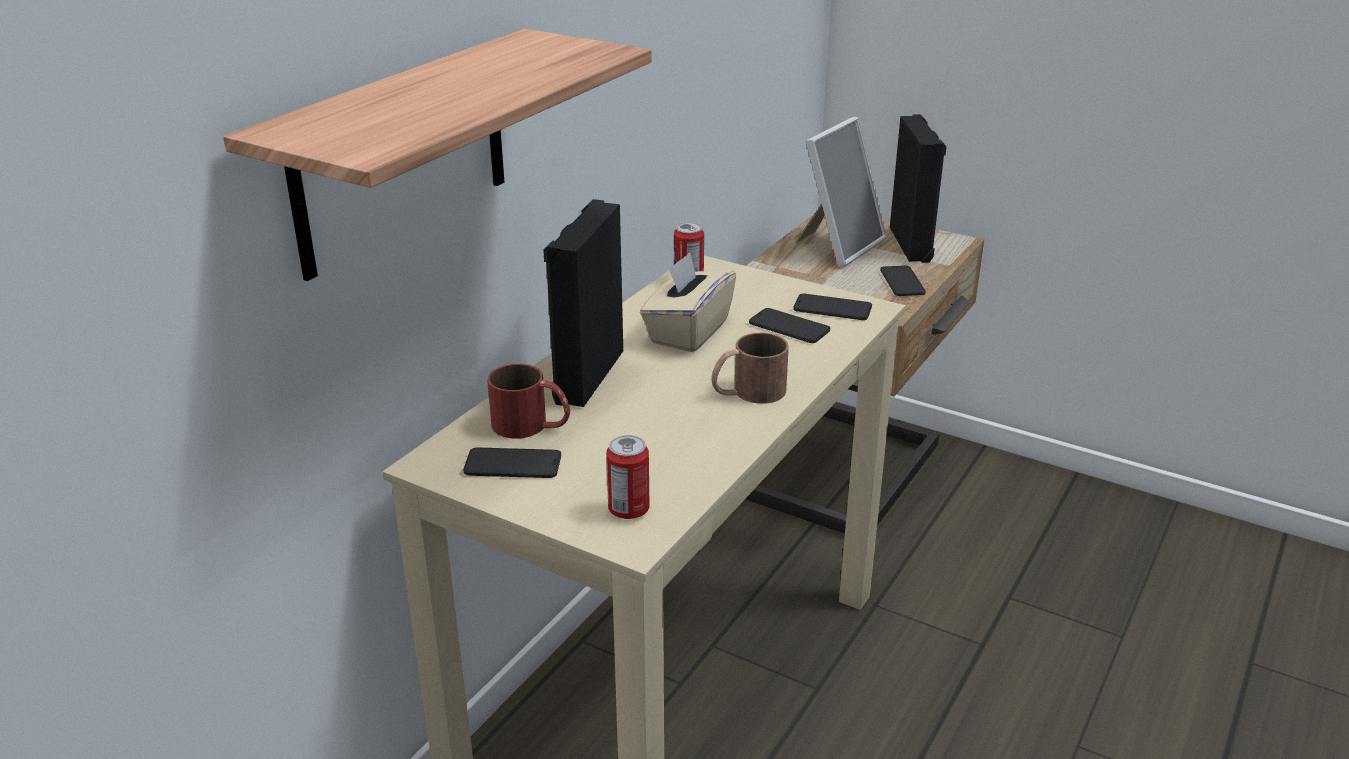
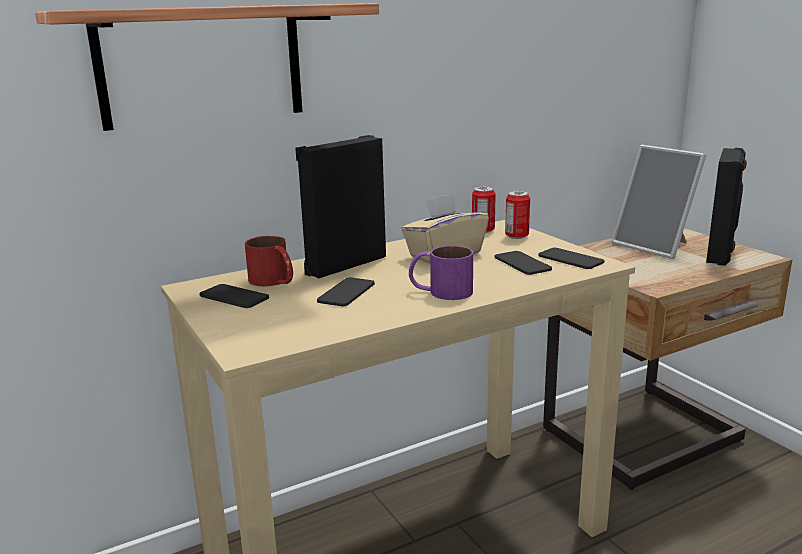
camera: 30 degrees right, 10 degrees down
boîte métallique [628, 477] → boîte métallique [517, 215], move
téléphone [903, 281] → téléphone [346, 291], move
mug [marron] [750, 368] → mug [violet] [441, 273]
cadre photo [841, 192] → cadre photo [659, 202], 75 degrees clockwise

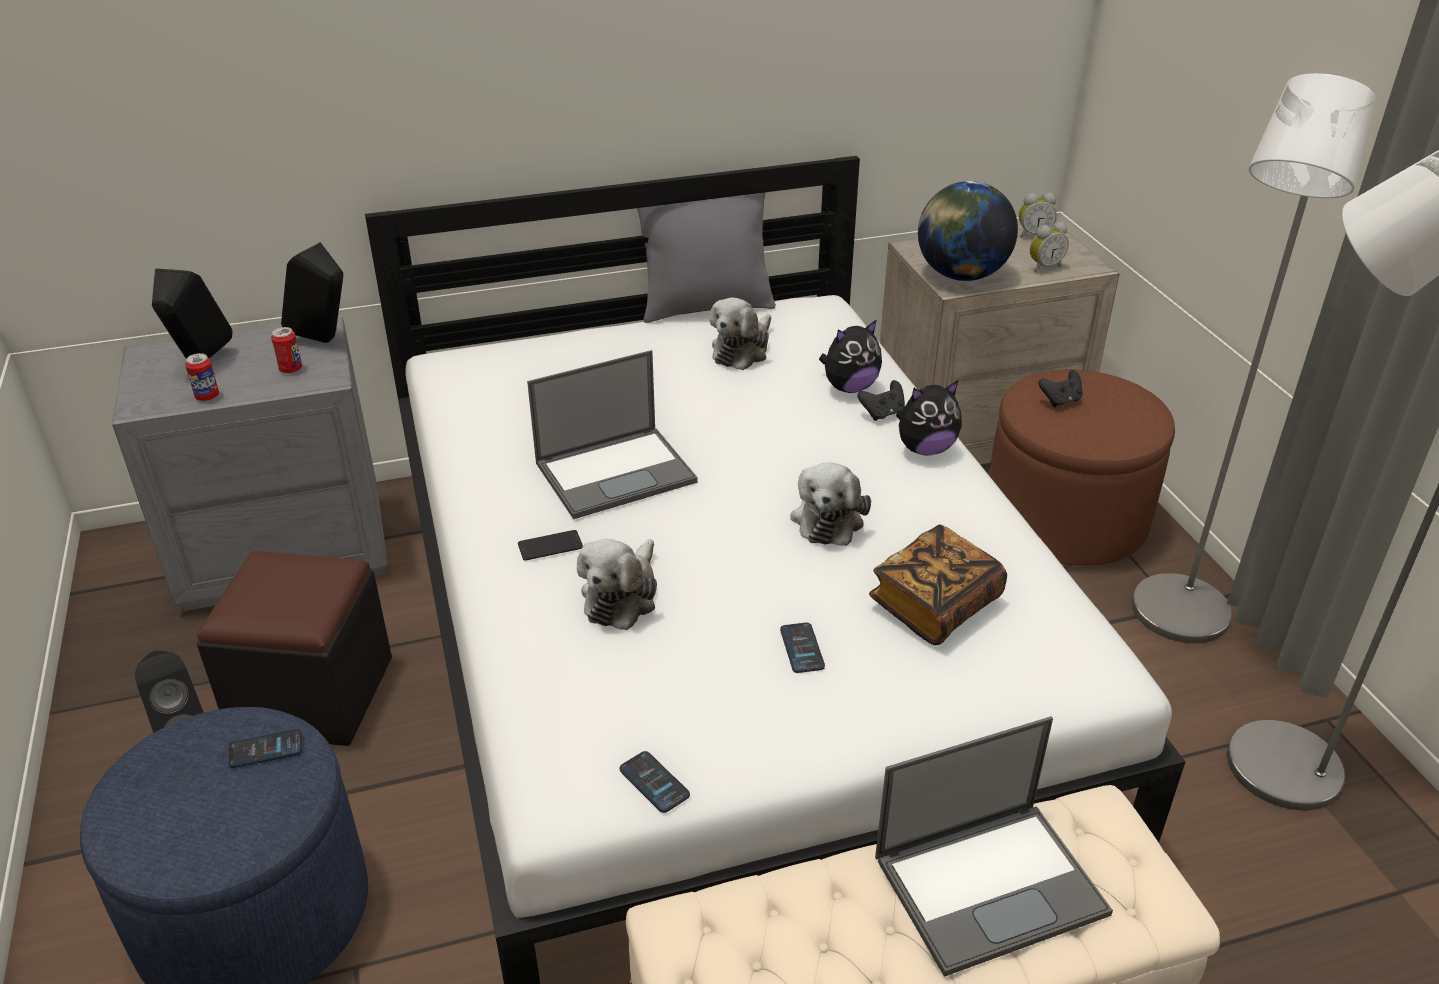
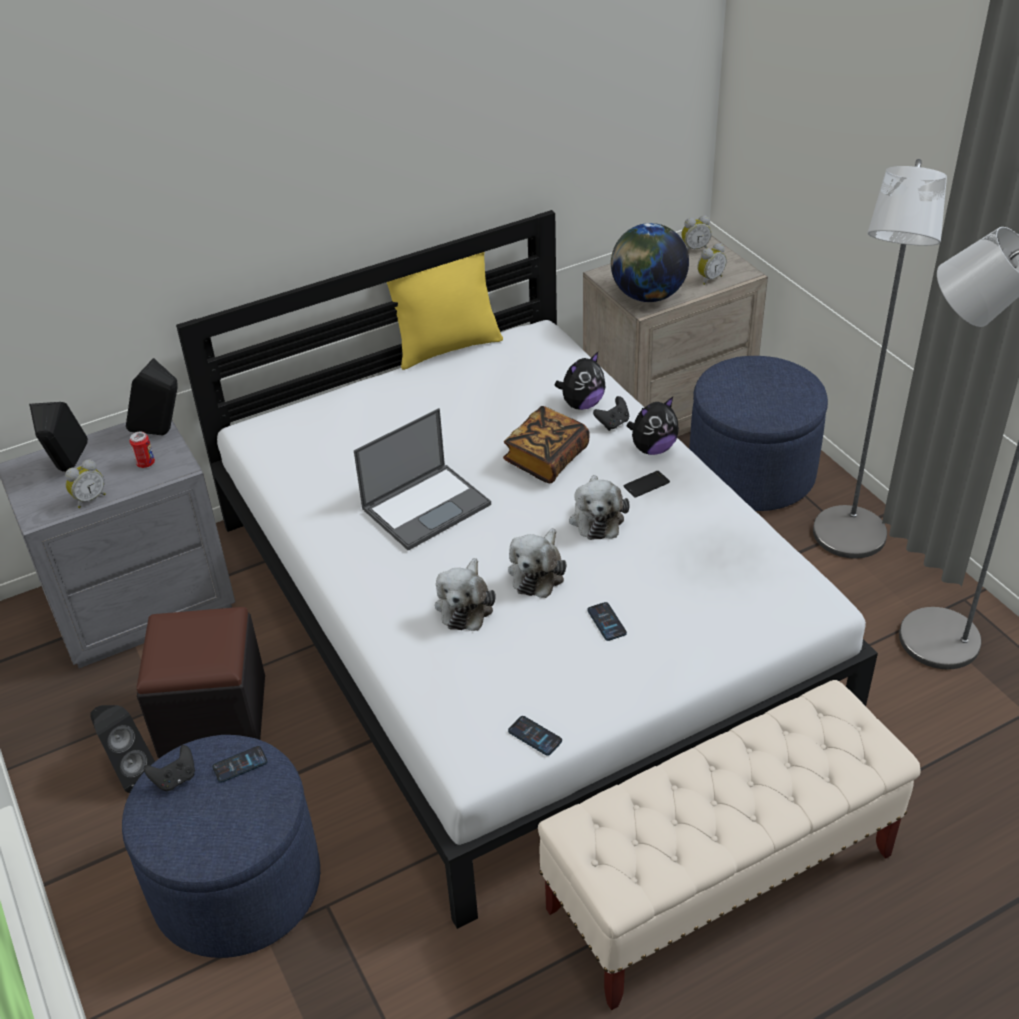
camera: 10 degrees left, 5 degrees up
ordinateur portable [994, 846] → -
téléphone [550, 545] → téléphone [647, 484], move
peluche [740, 334] → peluche [537, 563], move
livre [938, 584] → livre [546, 444], move
manette [noir] [1060, 388] → manette [noir] [169, 768], move
boîte métallique [202, 377] → réveil [85, 483]
coussin [gris] [706, 257] → coussin [jaune] [444, 311]
pouf [marron] [1082, 467] → pouf [bleu] [758, 433]

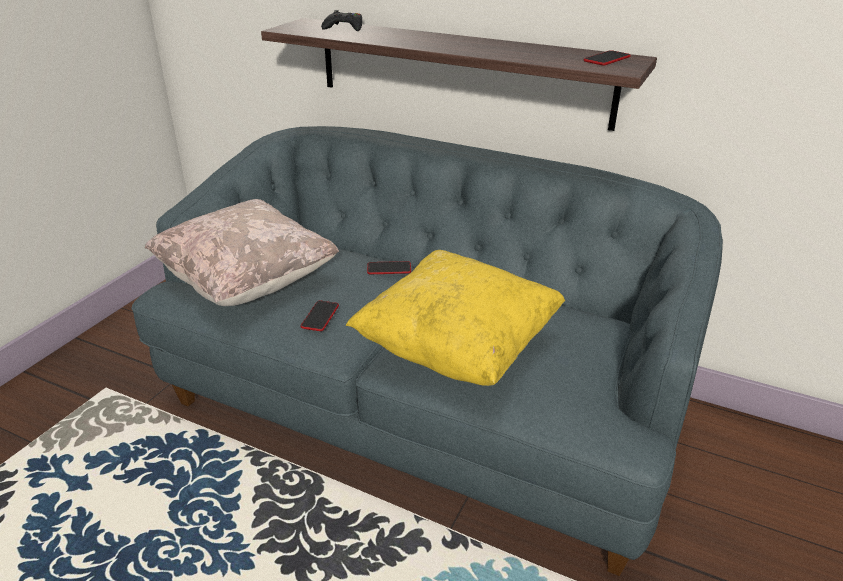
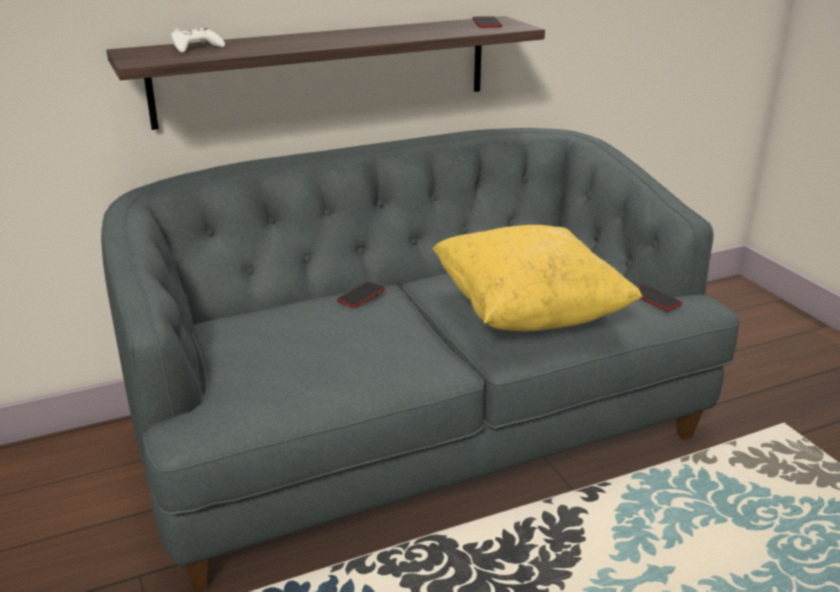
camera: 50 degrees left, 5 degrees down
coussin [beige] [242, 252] → -
téléphone [320, 315] → téléphone [659, 298], move
manette [noir] [341, 20] → manette [blanc] [198, 40]

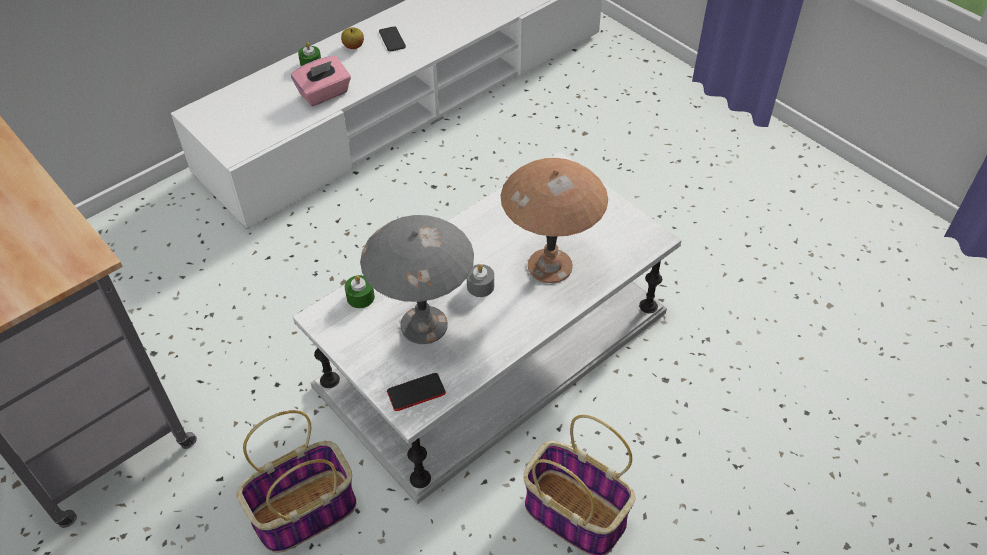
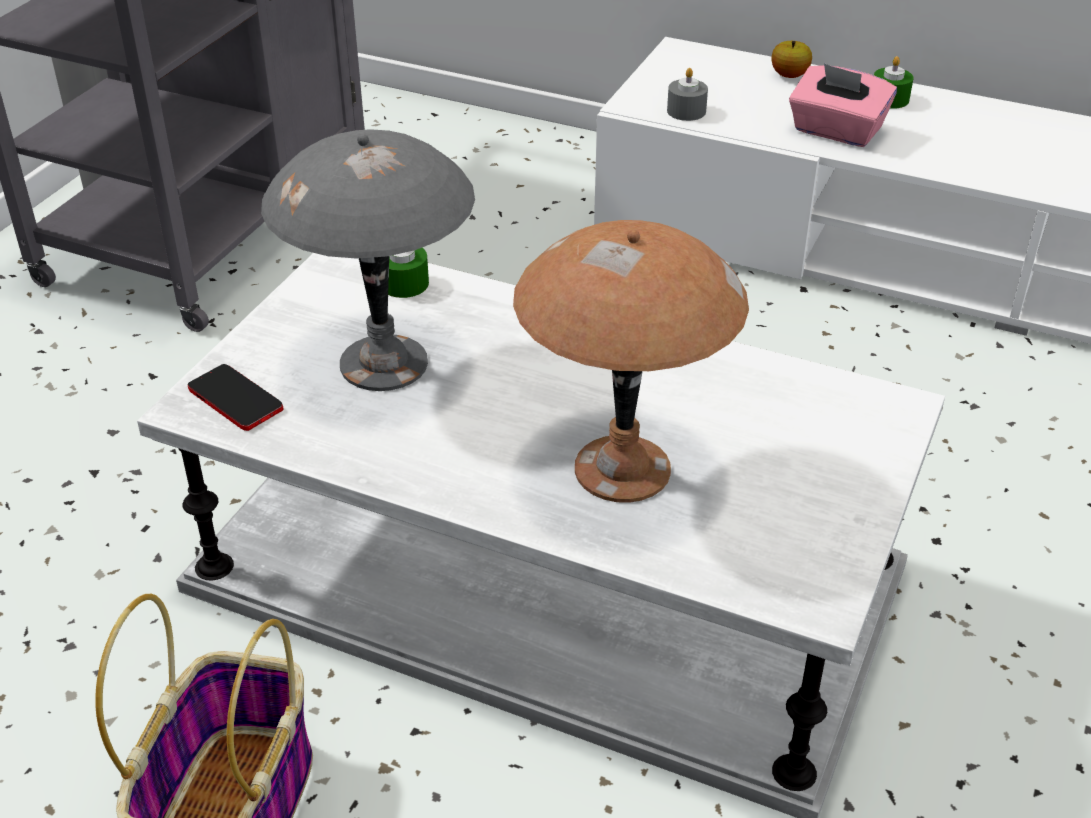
camera: 65 degrees right, 10 degrees down
panier [296, 481] → -
téléphone [392, 39] → -
pomme [352, 38] → pomme [791, 59], move
bougie [gris] [480, 280] → bougie [gris] [687, 94], move

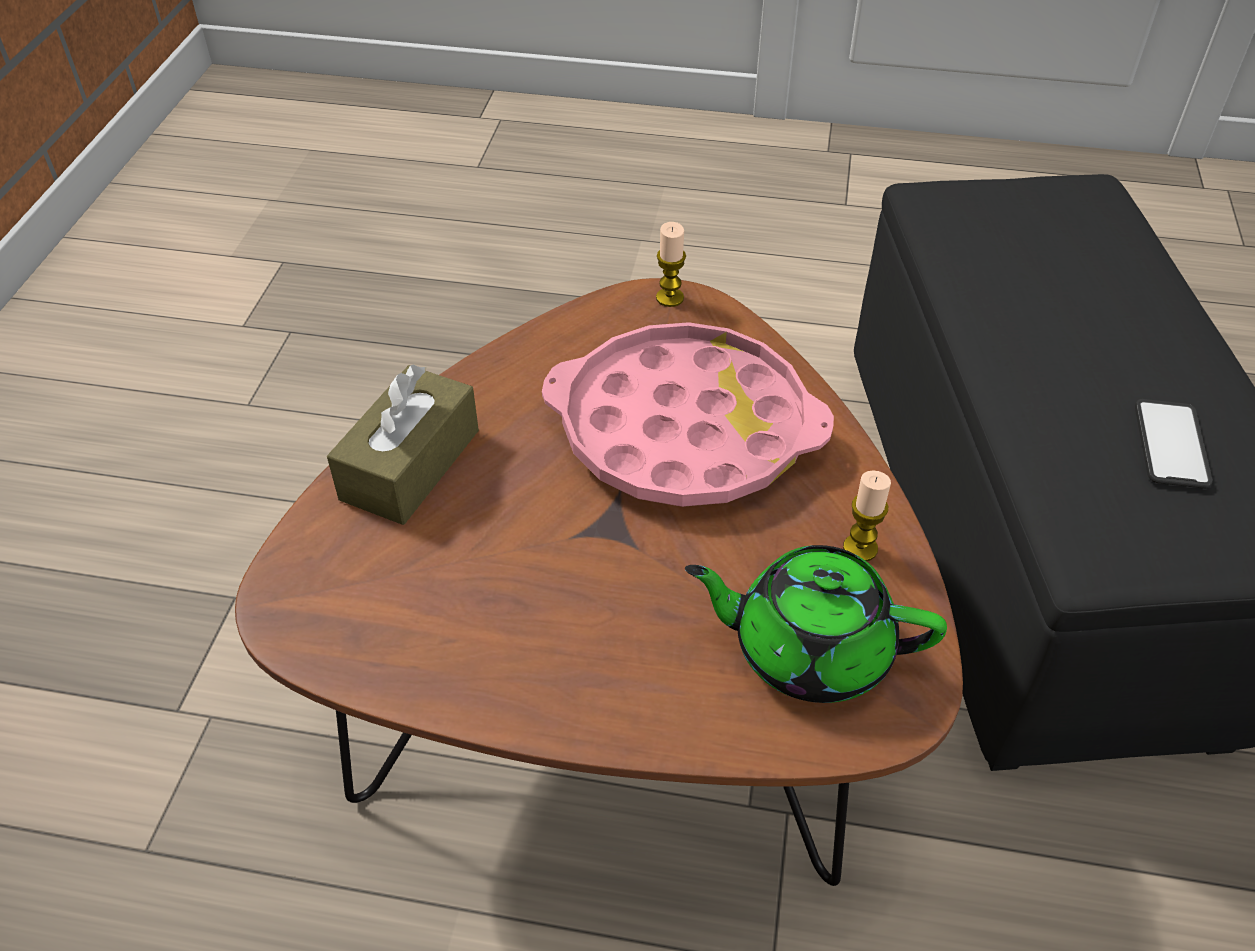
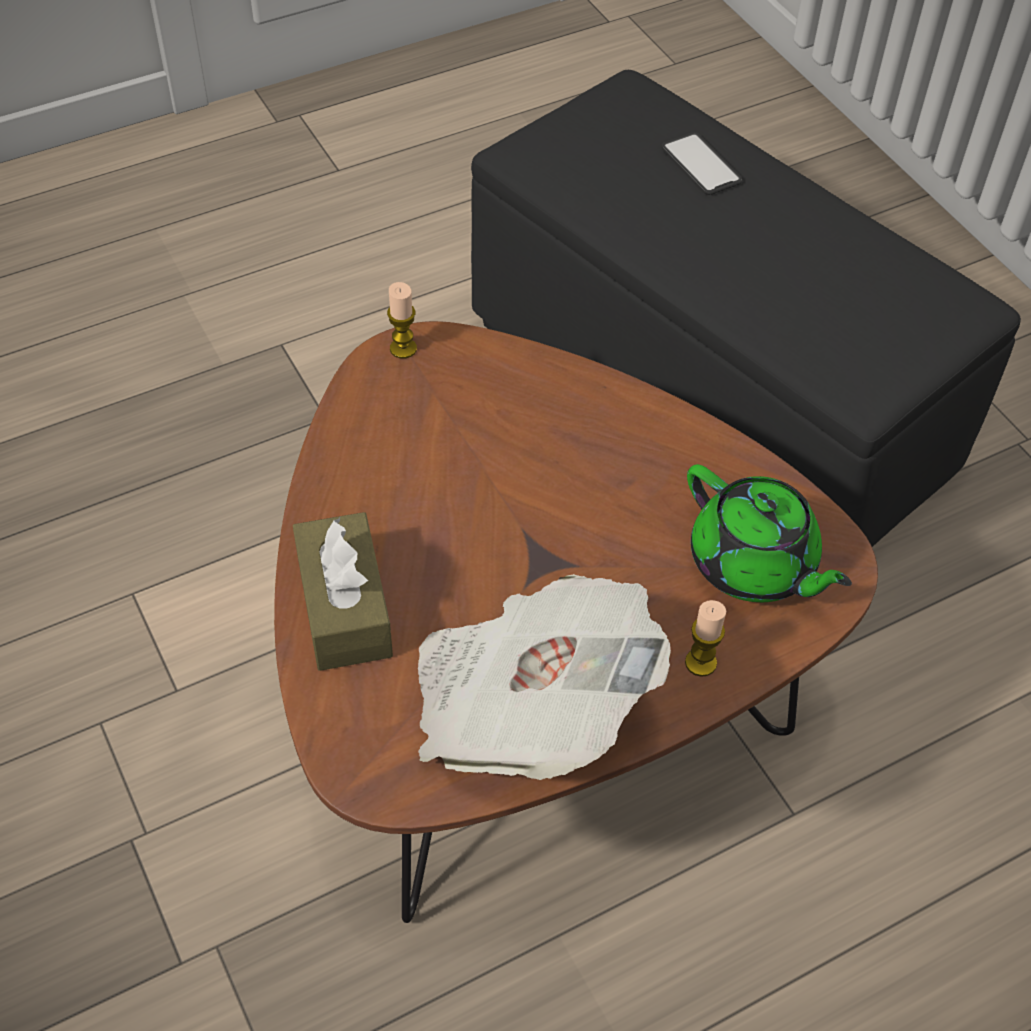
camera: 40 degrees left, 5 degrees up
plateau [rose] [688, 414] → -
- → journal [544, 677]
bougie [867, 515] → bougie [705, 638], move
téléphone [1174, 444] → téléphone [701, 163], move
théière [vert] [816, 624] → théière [vert] [769, 533], 105 degrees counterclockwise

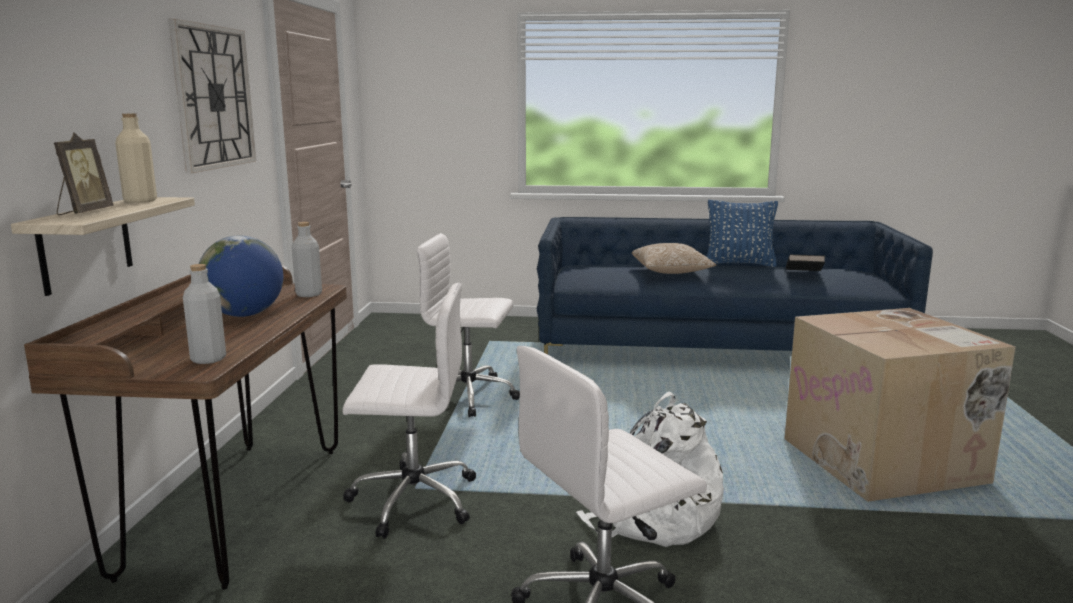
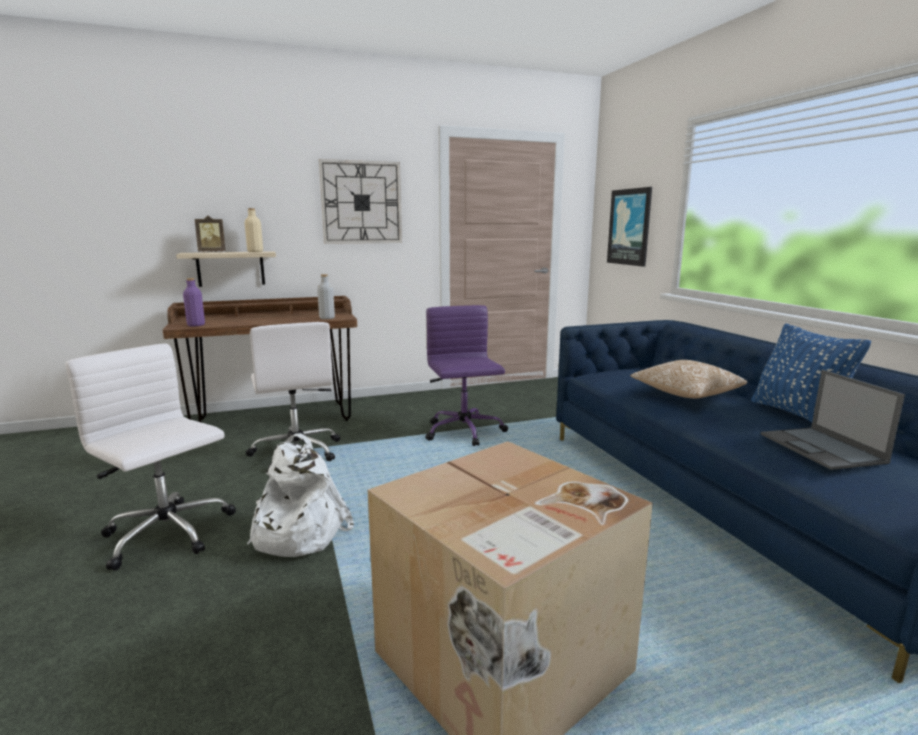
camera: 65 degrees right, 0 degrees up
globe [241, 276] → -
- → tableau [629, 227]
livre [noir] [805, 262] → ordinateur portable [833, 420]
bouteille [gris] [204, 314] → bouteille [violet] [194, 302]
chaise de bureau [blanc] [468, 325] → chaise de bureau [violet] [466, 375]

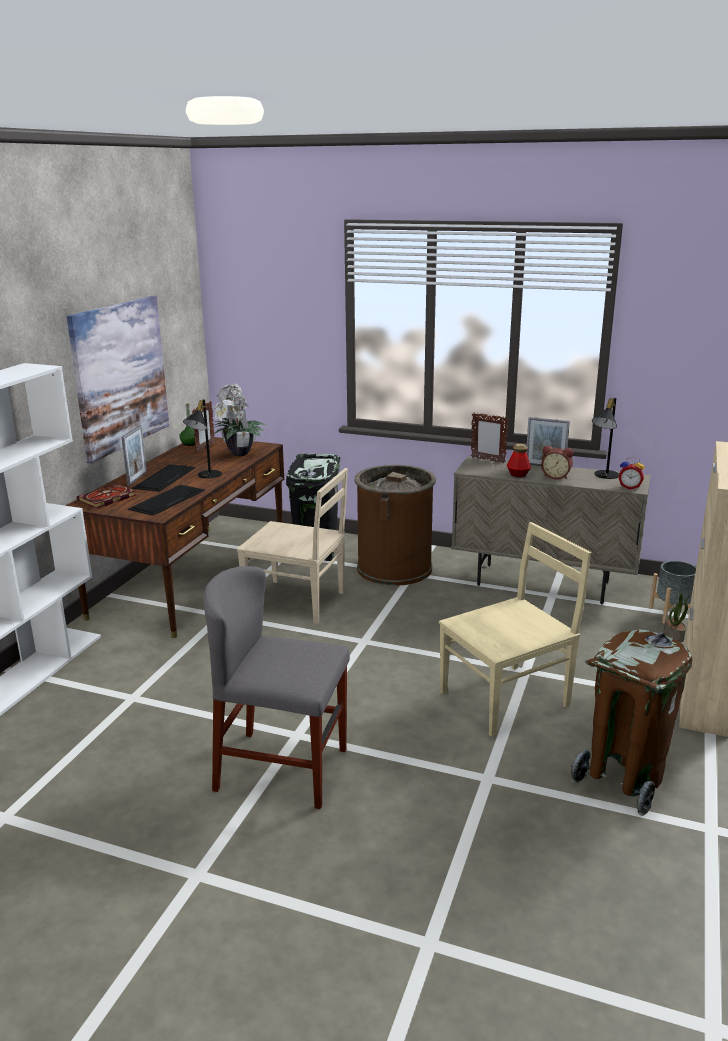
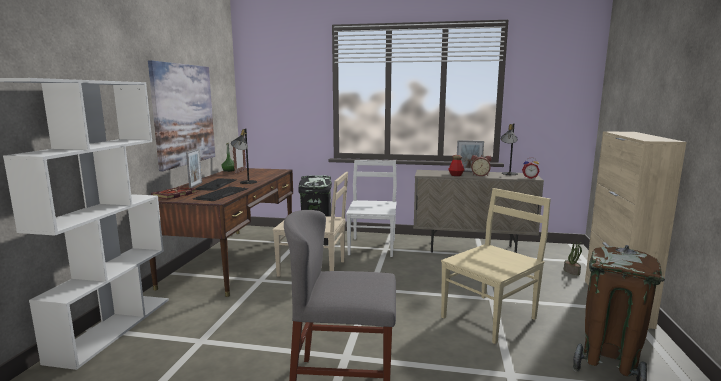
camera: 10 degrees left, 10 degrees down
plante en pot [237, 419] → -
cadre photo [489, 438] → -
cache-pot [gris] [672, 592] → -
poubelle [marron] [395, 525] → chaise [blanc] [371, 208]

